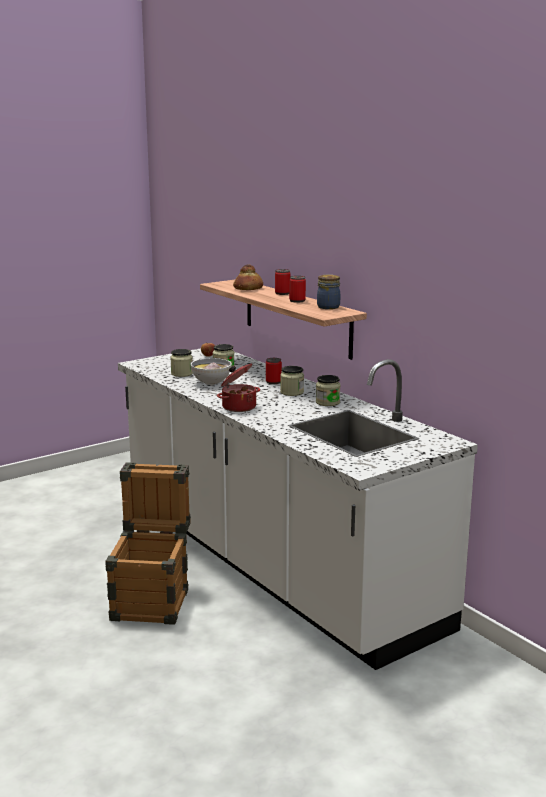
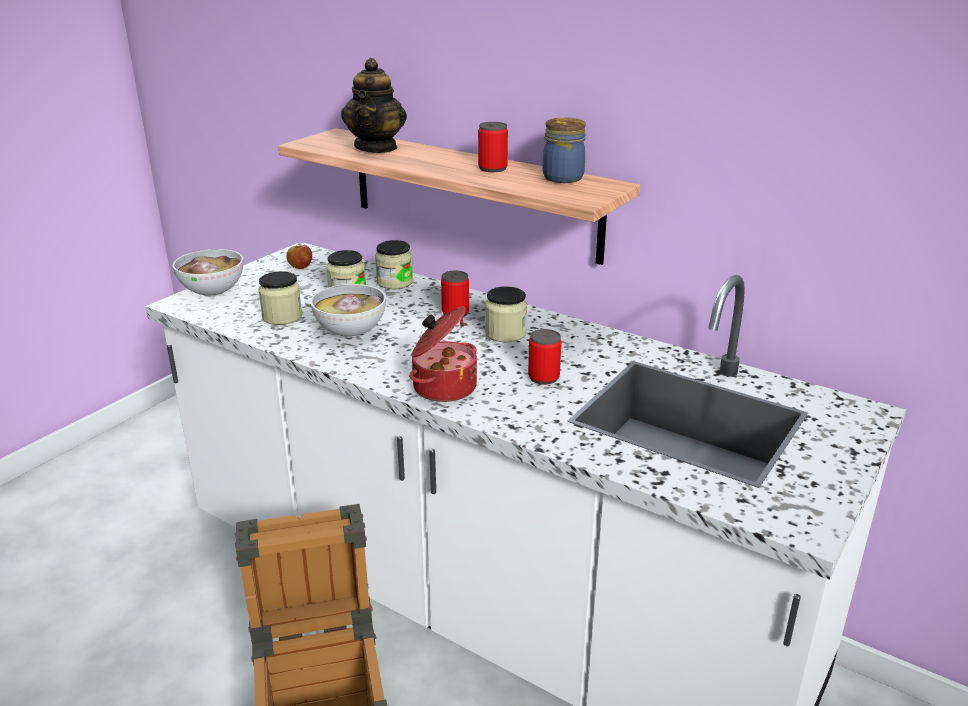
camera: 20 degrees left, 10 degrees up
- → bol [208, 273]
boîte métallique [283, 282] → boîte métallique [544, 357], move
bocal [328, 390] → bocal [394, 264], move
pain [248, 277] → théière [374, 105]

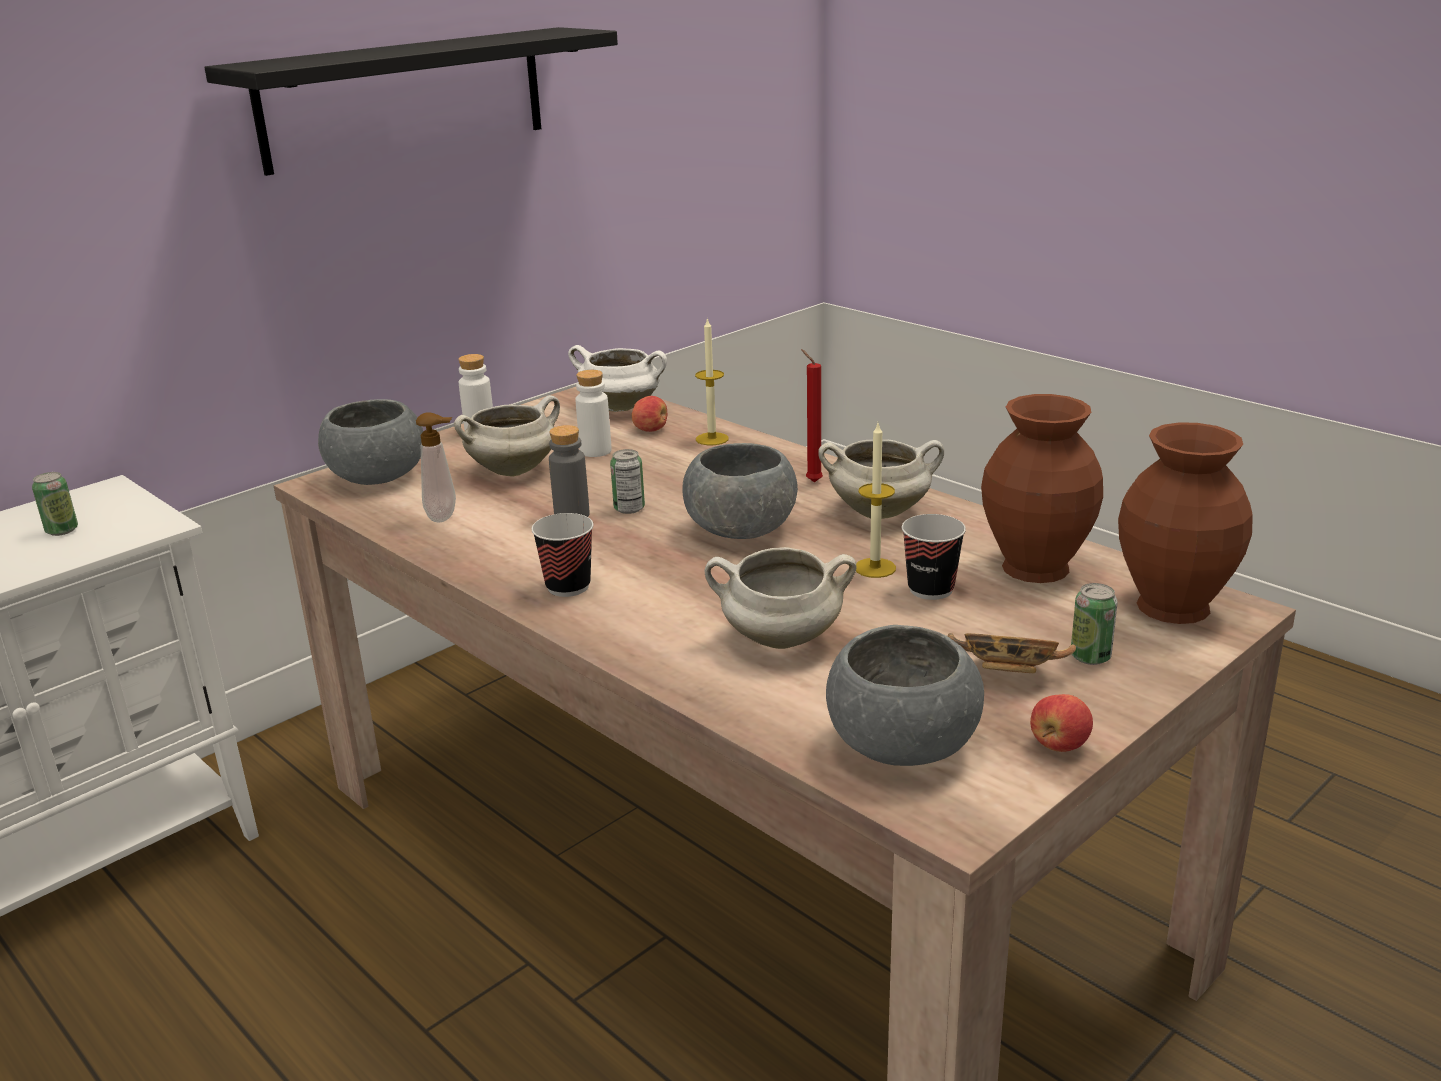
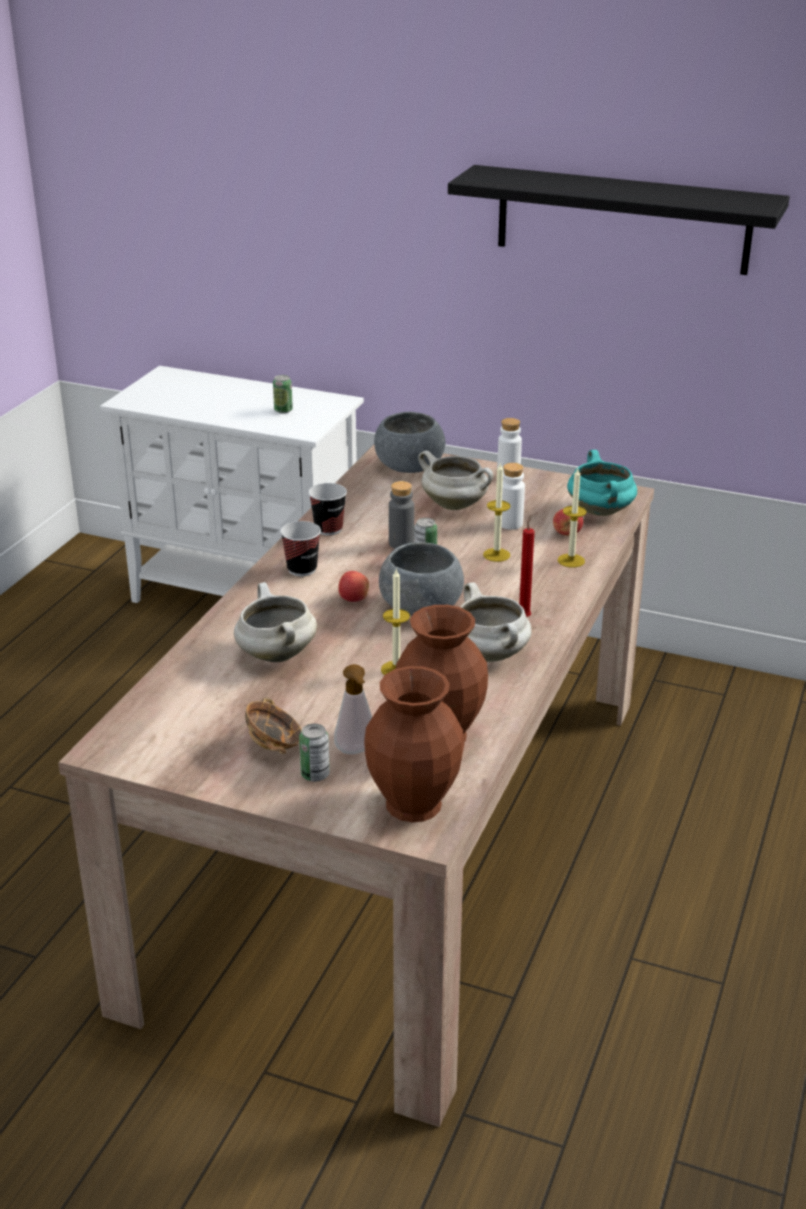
camera: 65 degrees right, 5 degrees up
bol [gris] [905, 695] → -
- → bougie [497, 512]
distributeur de savon [436, 467] → distributeur de savon [353, 709], move
tasse [934, 557] → tasse [327, 509], move
pomme [1061, 723] → pomme [354, 586], move
marmite [blanc] [617, 378] → marmite [turquoise] [602, 483]

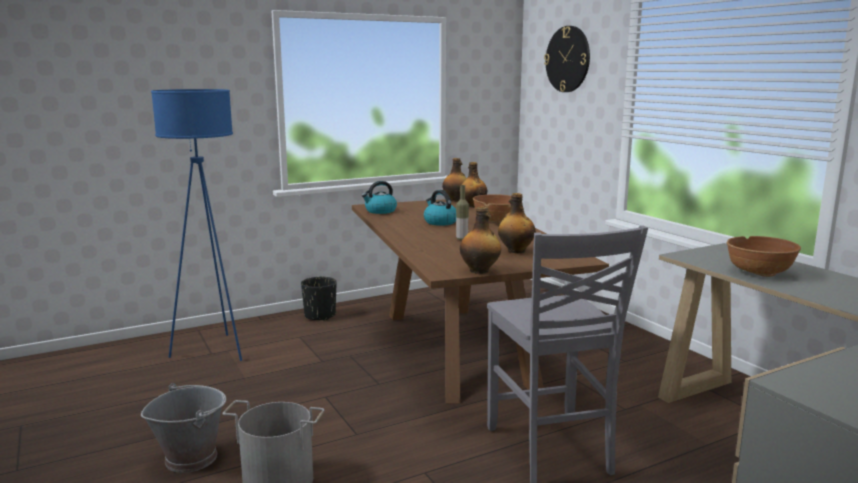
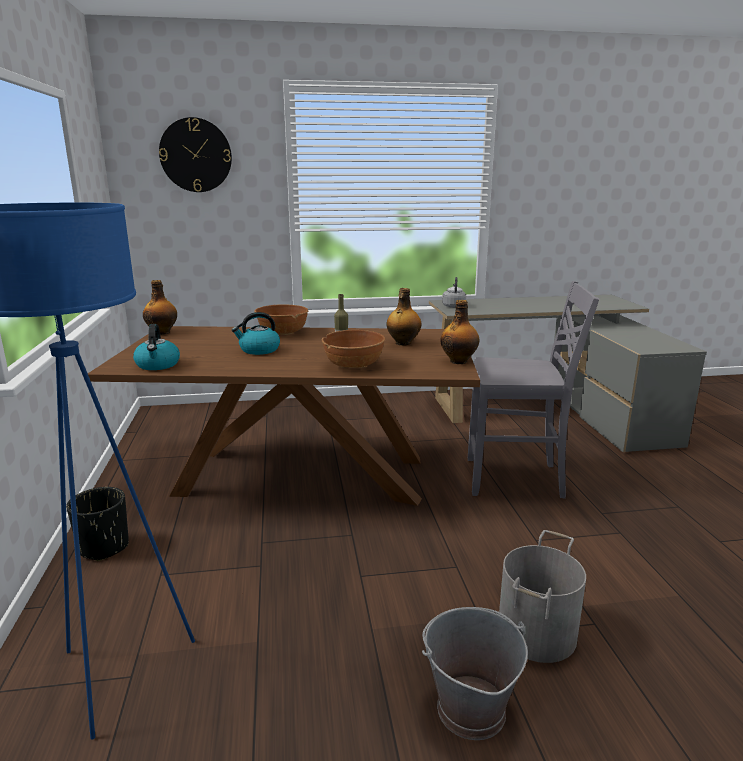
camera: 70 degrees left, 5 degrees up
bouteille [474, 185] → -
- → bouilloire [gris] [454, 292]
bol [marron] [764, 256] → bol [marron] [353, 349], move

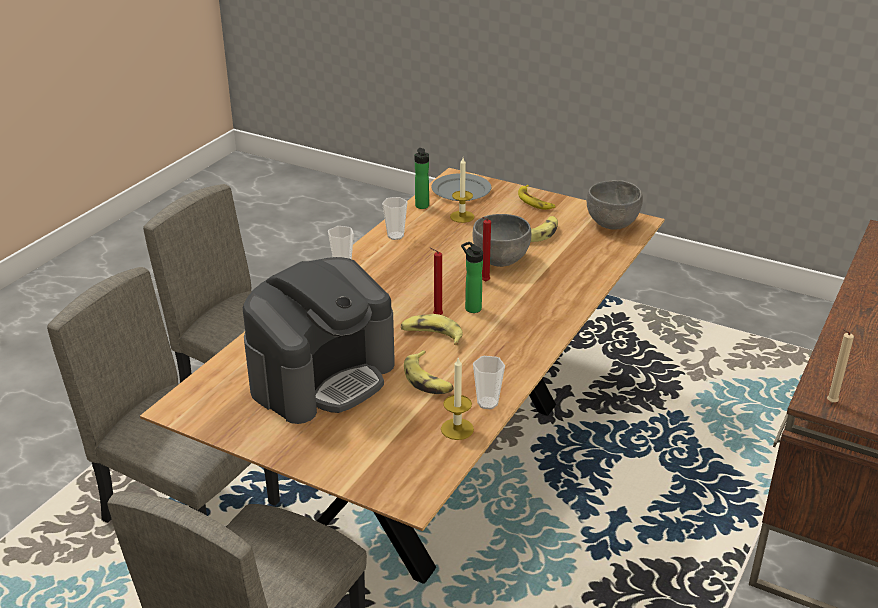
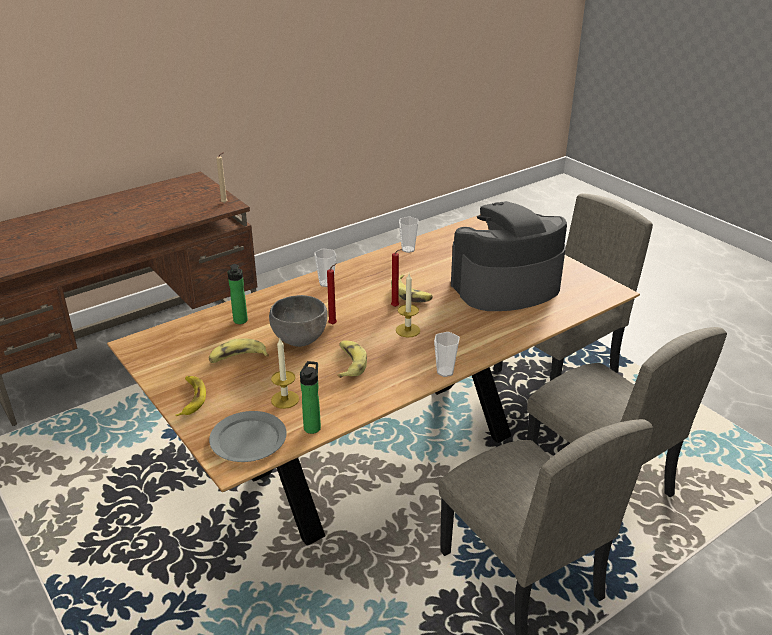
camera: 155 degrees left, 0 degrees up
bol [gris] [615, 204] → -
tasse [394, 218] → tasse [325, 268], move
banane [429, 372] → banane [352, 359], move
bougie [457, 399] → bougie [408, 306], move
bouteille [472, 277] → bouteille [237, 294], move

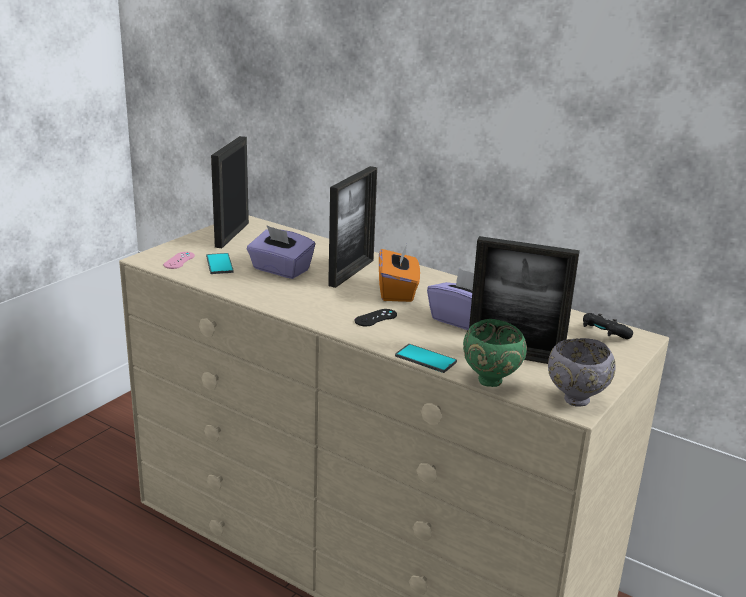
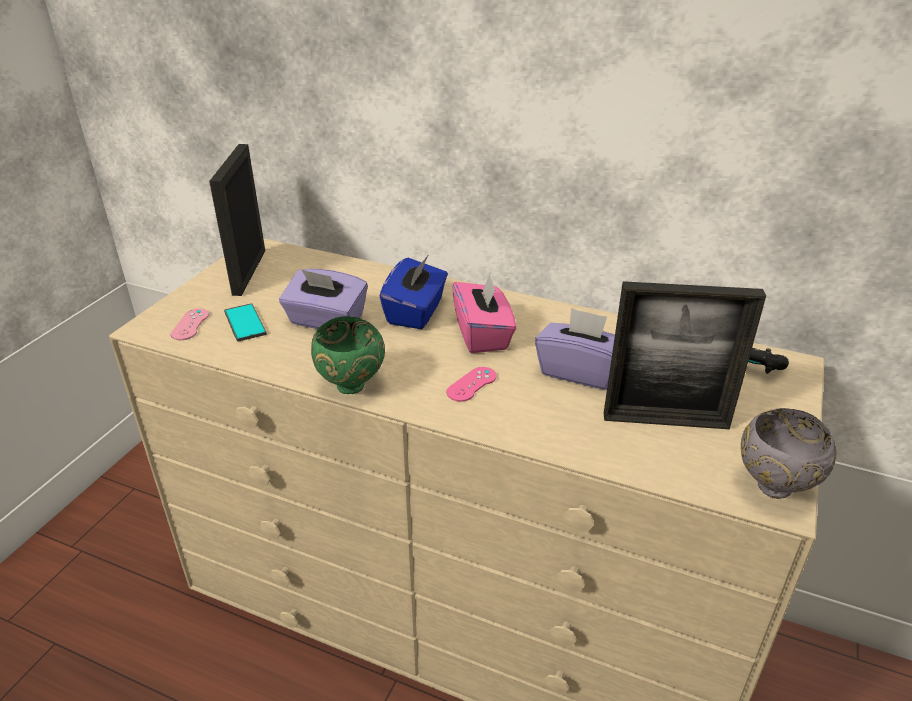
camera: 10 degrees left, 10 degrees up
téléphone [426, 358] → -
bol [vert] [495, 353] → bol [vert] [348, 355], move
cadre photo [352, 227] → boîte à mouchoirs [bleu] [414, 292]
manette [noir] [376, 317] → manette [rose] [472, 384]
boîte à mouchoirs [orange] [399, 273] → boîte à mouchoirs [rose] [484, 313]

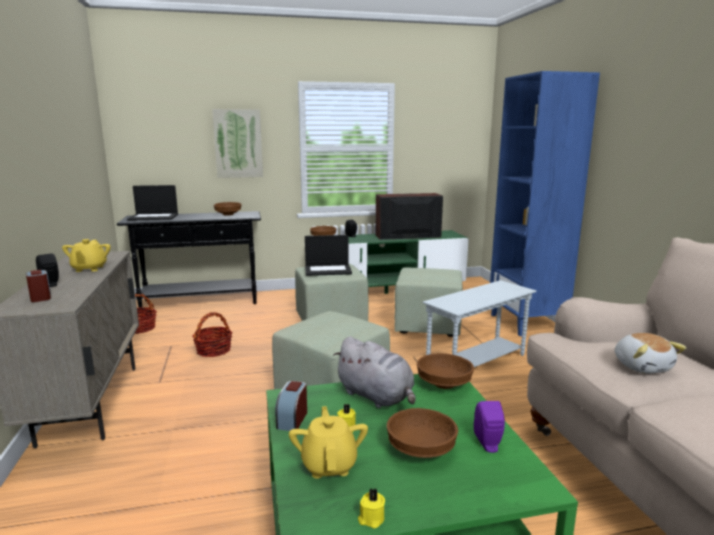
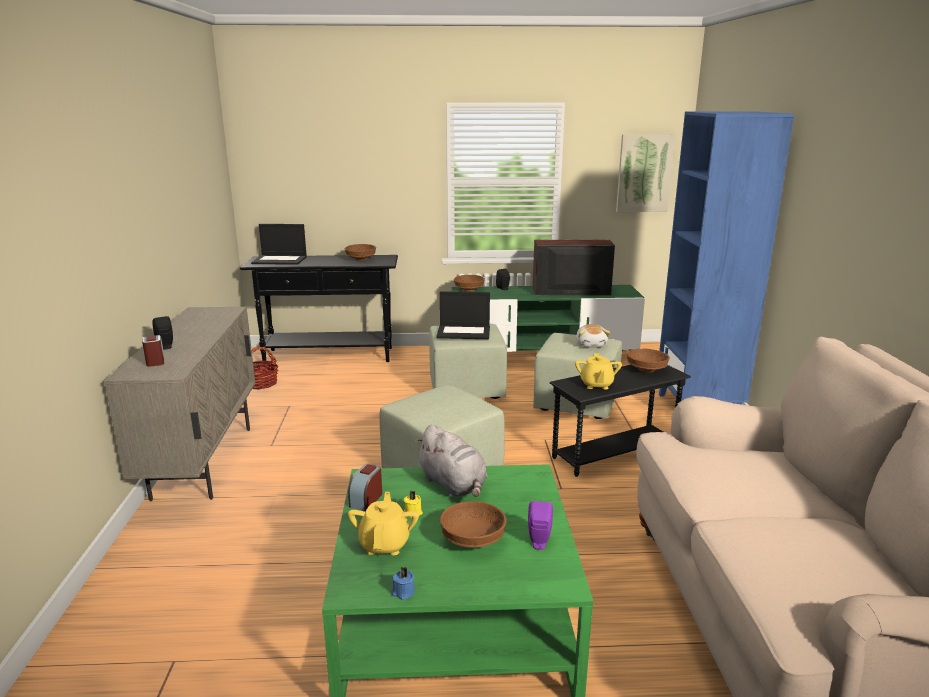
camera: 10 degrees right, 5 degrees up
panier [212, 334] → -
théière [jaune] [86, 255] → théière [jaune] [598, 371], move
tableau [237, 143] → tableau [645, 173], move
bol [marron] [445, 371] → bol [marron] [648, 361], move
peluche [650, 353] → peluche [593, 336], move
bougie [jaune] [371, 508] → bougie [bleu] [403, 583]
table d'appoint [blanc] [479, 323] → table d'appoint [noir] [620, 421]

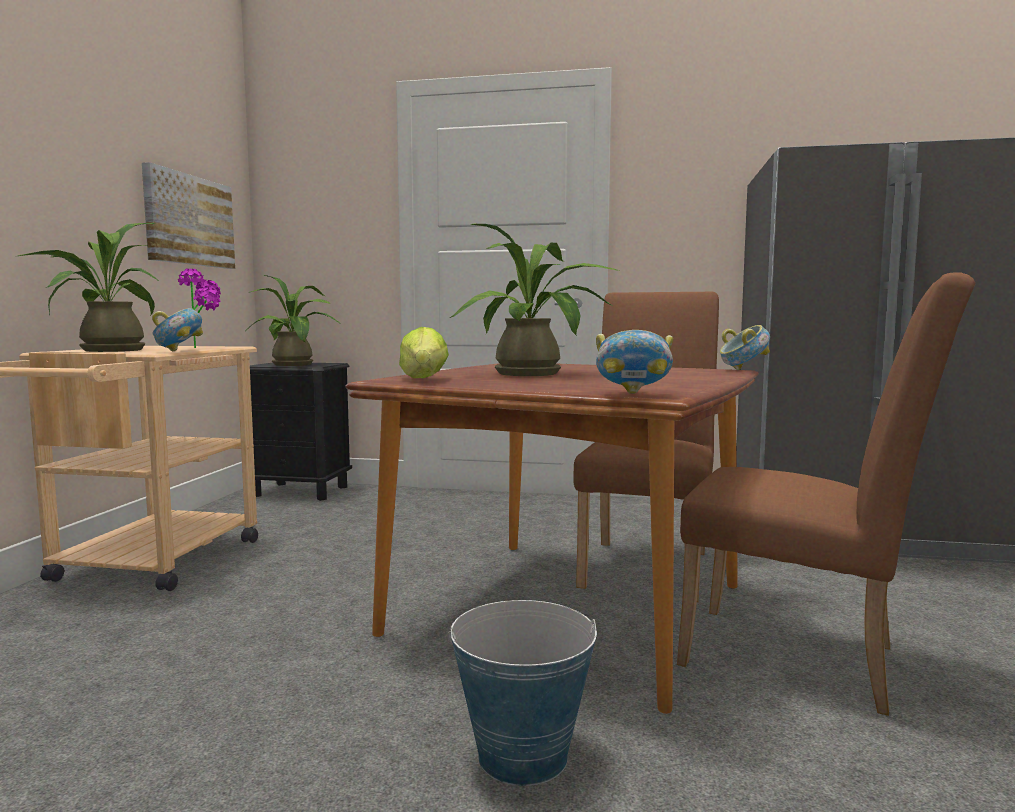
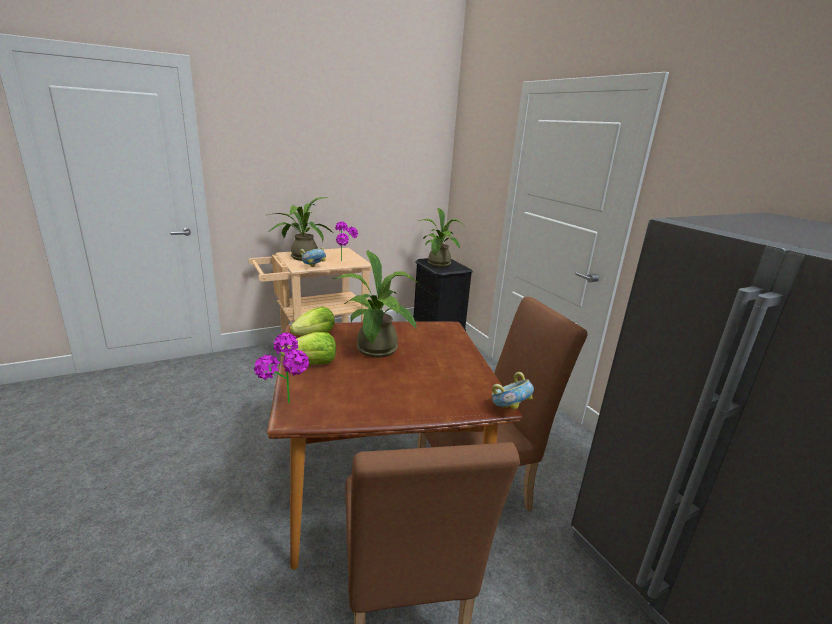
camera: 50 degrees right, 15 degrees up
tableau [188, 215] → -
seau [522, 693] → -
- → laitue [308, 348]
bol [634, 362] → plante en pot [281, 368]

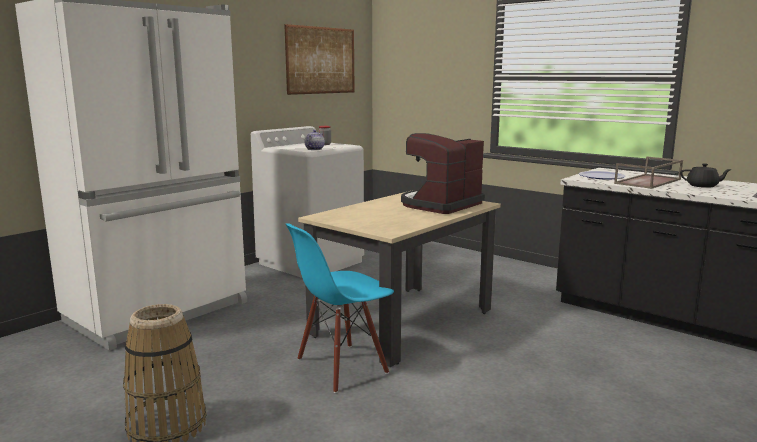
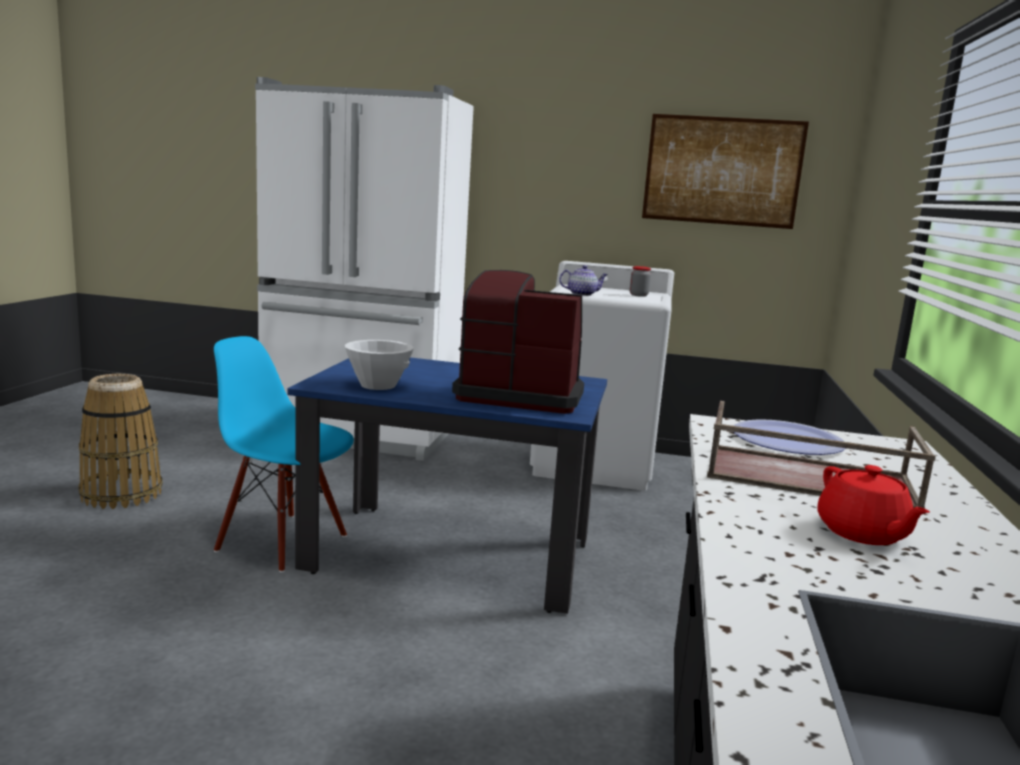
camera: 60 degrees right, 0 degrees up
- → bol [blanc] [379, 365]
table à manger [beige] [399, 279] → table à manger [bleu] [447, 486]
théière [noir] [706, 175] → théière [rouge] [873, 505]

